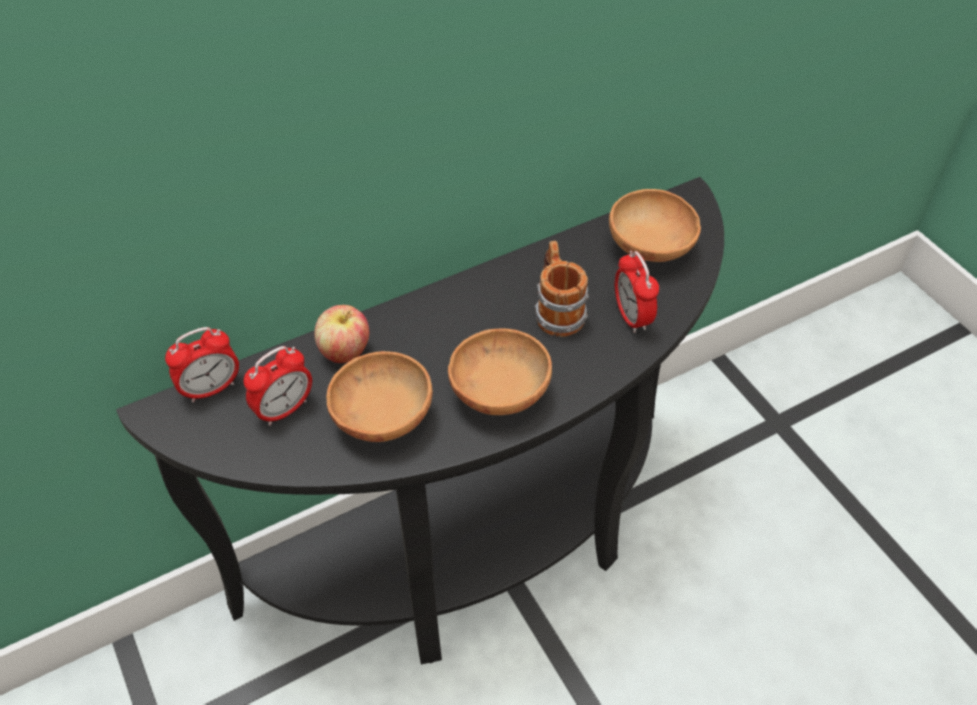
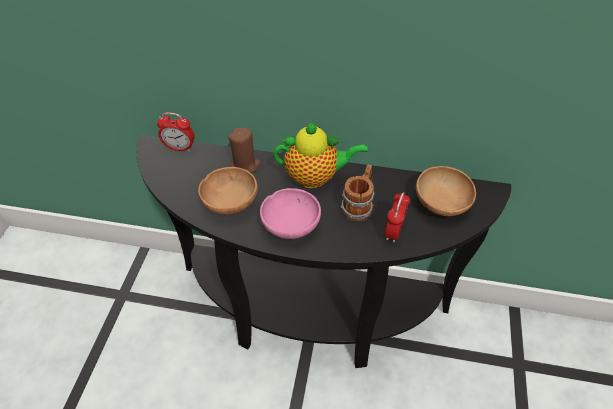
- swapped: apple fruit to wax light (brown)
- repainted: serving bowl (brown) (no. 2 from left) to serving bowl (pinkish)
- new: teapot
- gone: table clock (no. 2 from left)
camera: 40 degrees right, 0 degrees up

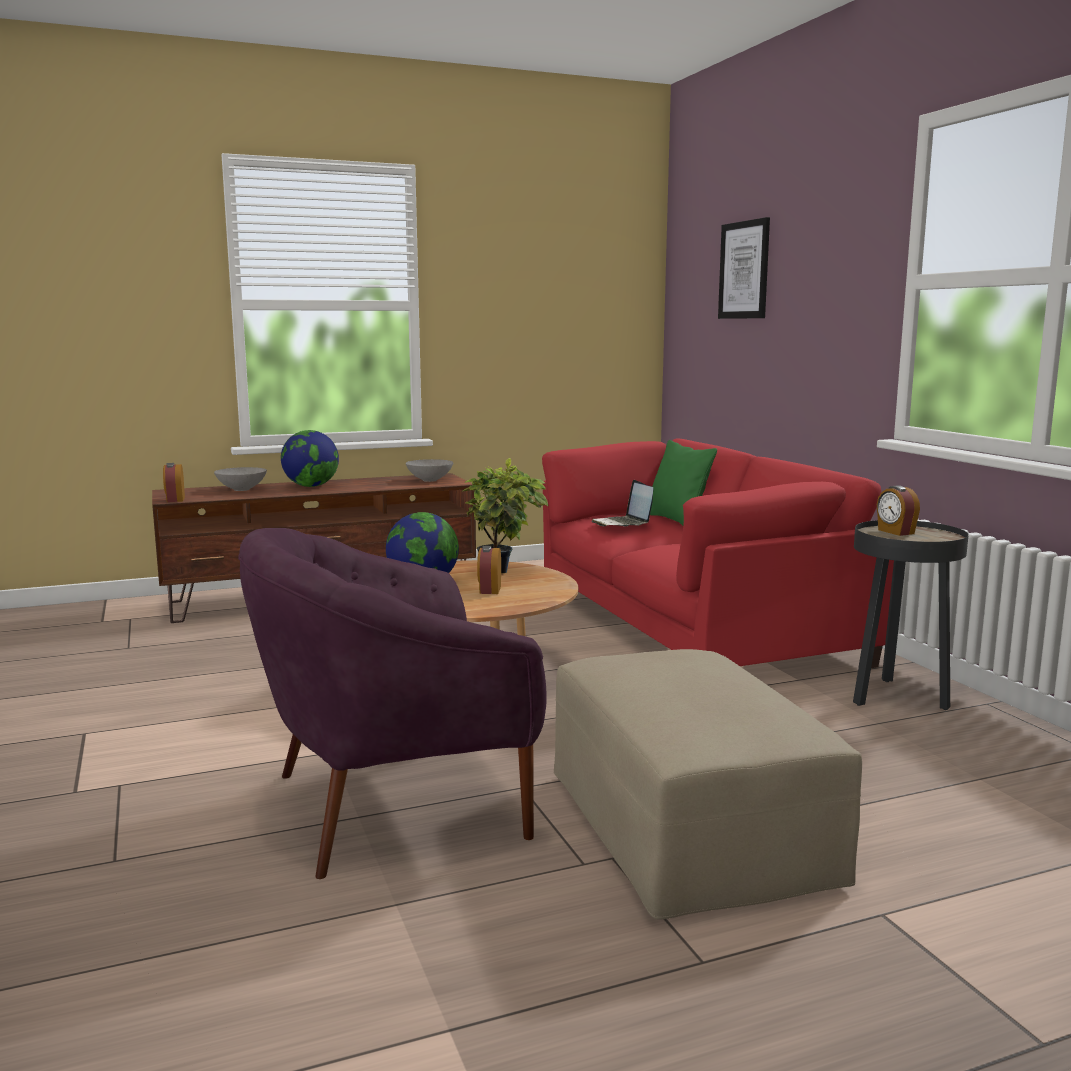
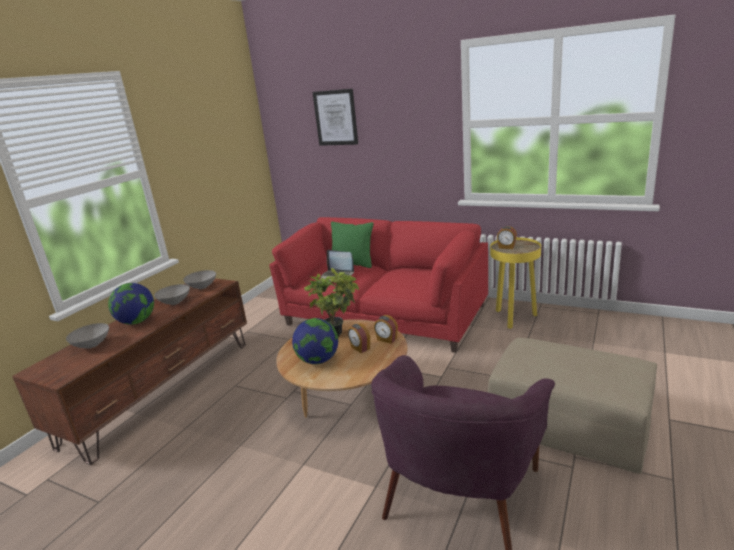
- new: serving bowl (gray) (no. 2 from left)
- shifted: table clock (no. 1 from left in the first image) to table clock (no. 2 from left)
- repainted: accent table (black-coloured) to accent table (yellow-coloured)
camera: 40 degrees left, 10 degrees up

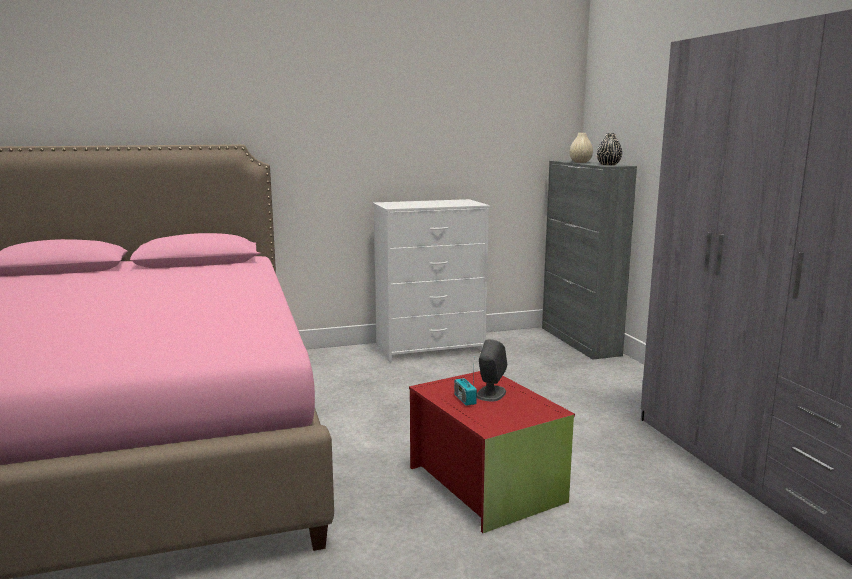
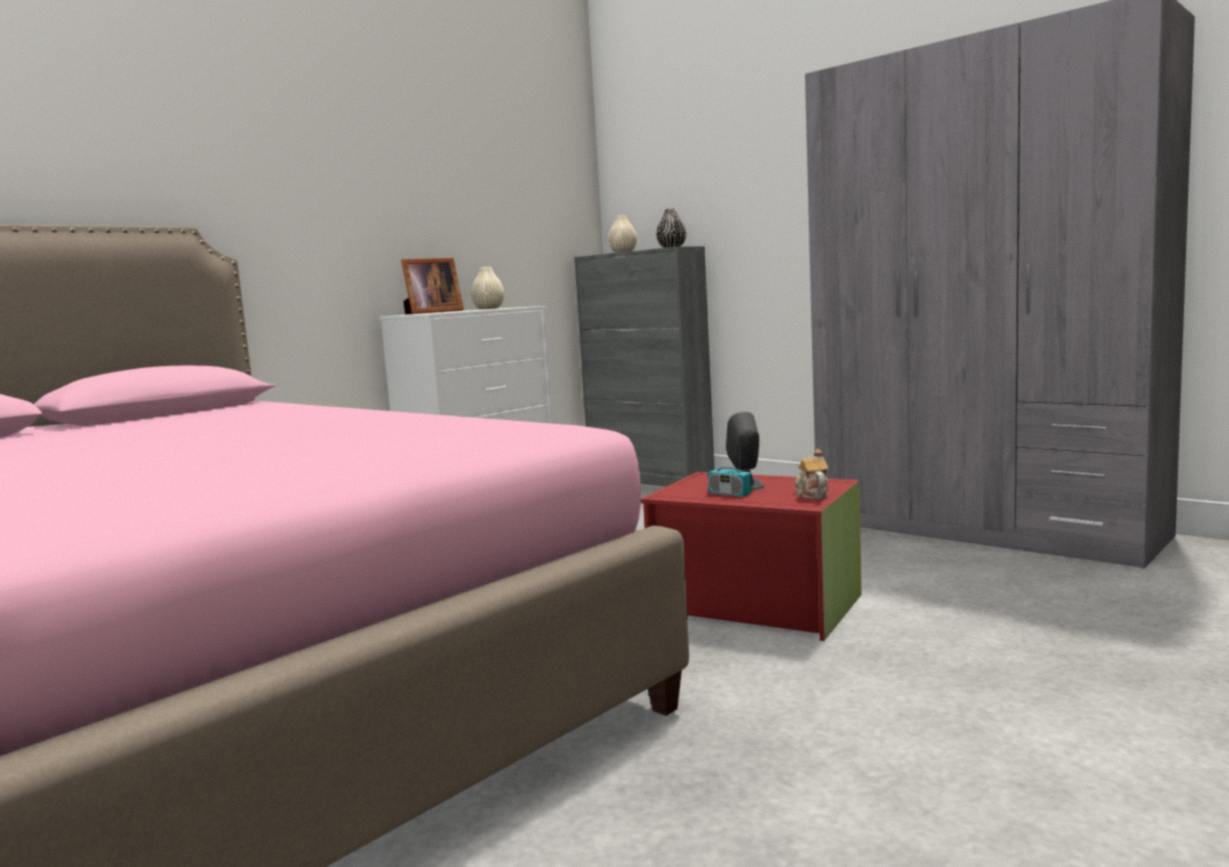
- new: photo frame
- new: flower vase (beige-coloured) (no. 1 from left)
- new: teapot
camera: 30 degrees left, 5 degrees down

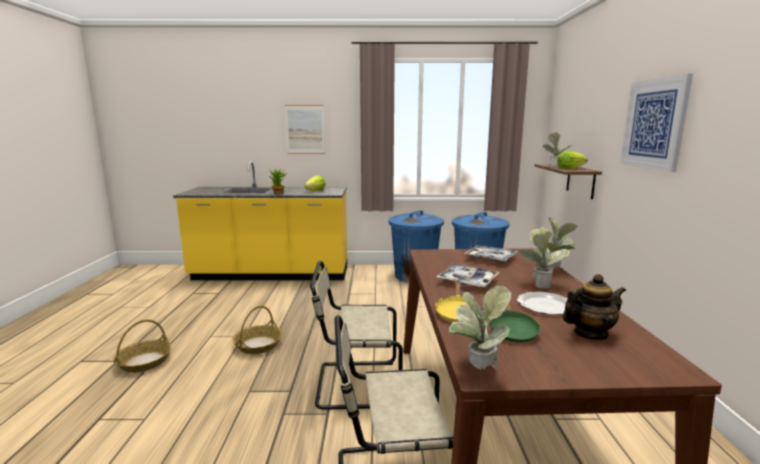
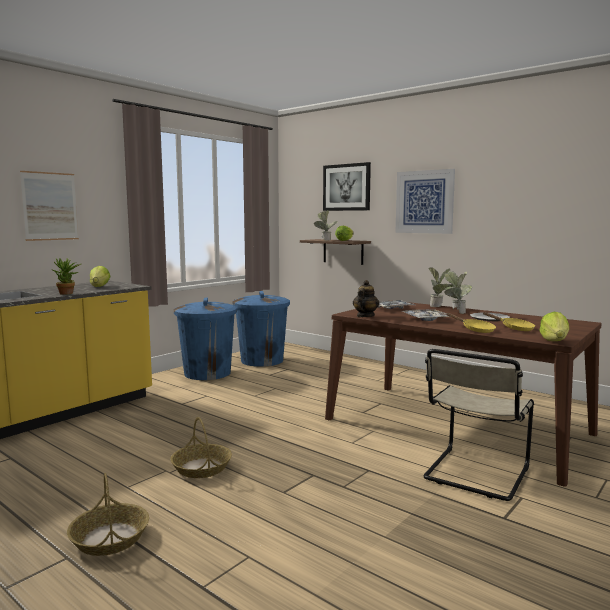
- new: wall picture (no. 2 from left)
- shifted: teapot
- repainted: frying pan (green-coloured) to frying pan (yellow-coloured) (no. 2 from left)
- swapped: houseplant (no. 2 from left) to lettuce head (no. 3 from left)
- gone: chair (beige-coloured) (no. 1 from left)
camera: 50 degrees left, 5 degrees down

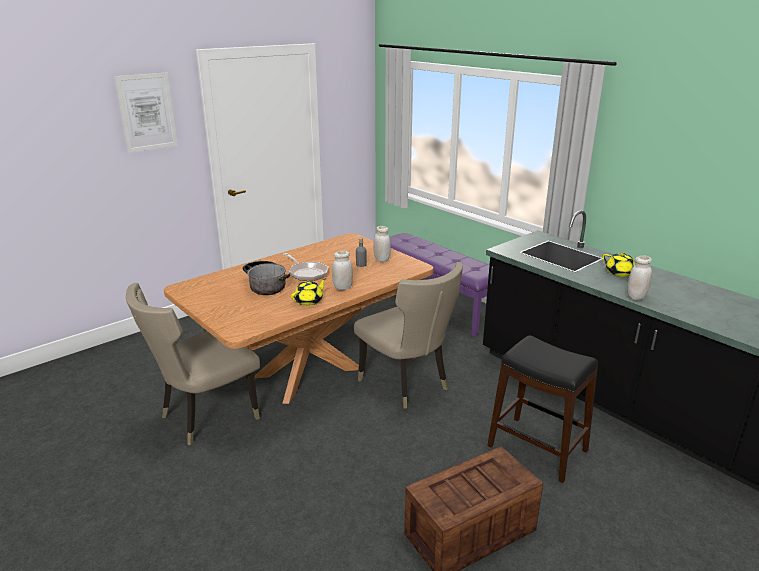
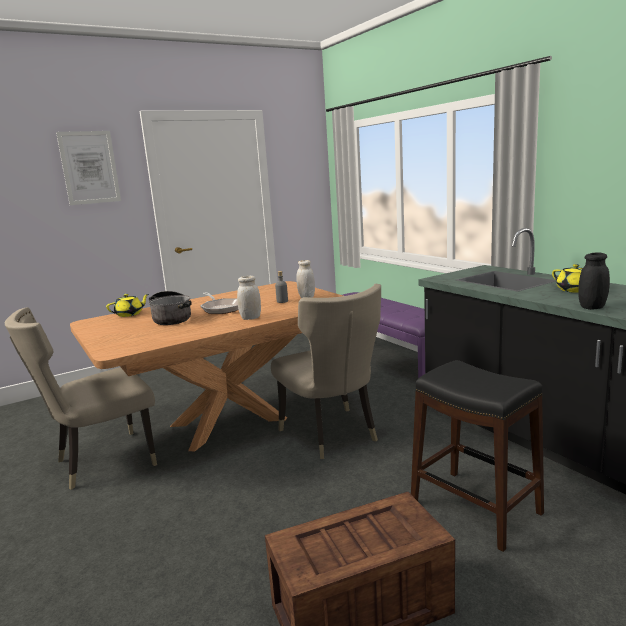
- shifted: teapot (yellow-coloured) (no. 1 from left)
- repainted: storage jar (white) (no. 3 from left) to storage jar (black-coloured)
camera: 10 degrees right, 10 degrees down

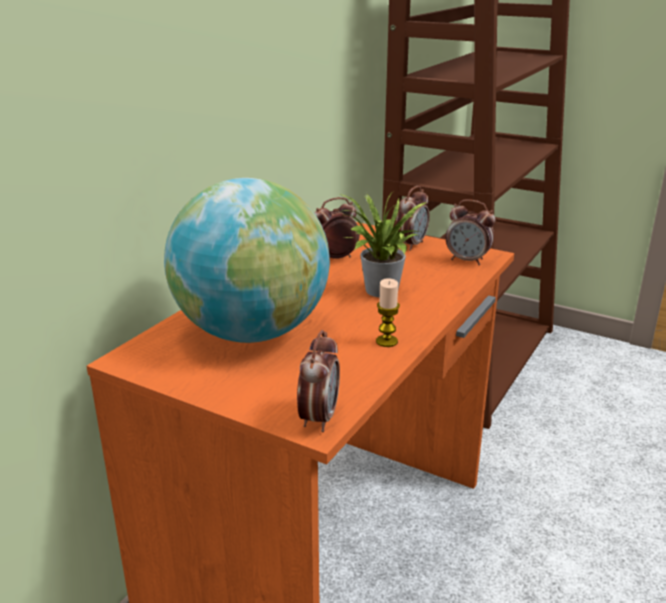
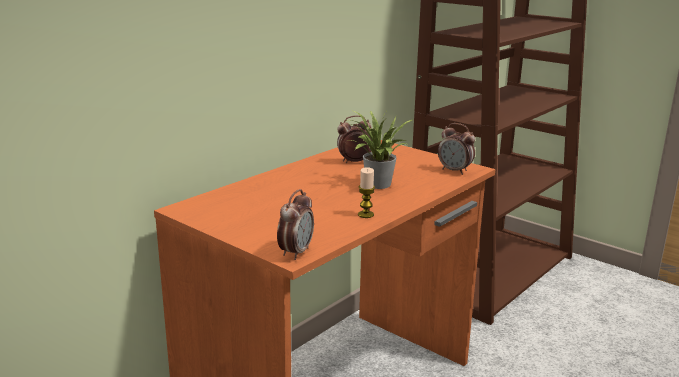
- gone: world globe
- gone: table clock (no. 3 from left)
camera: 10 degrees right, 5 degrees down

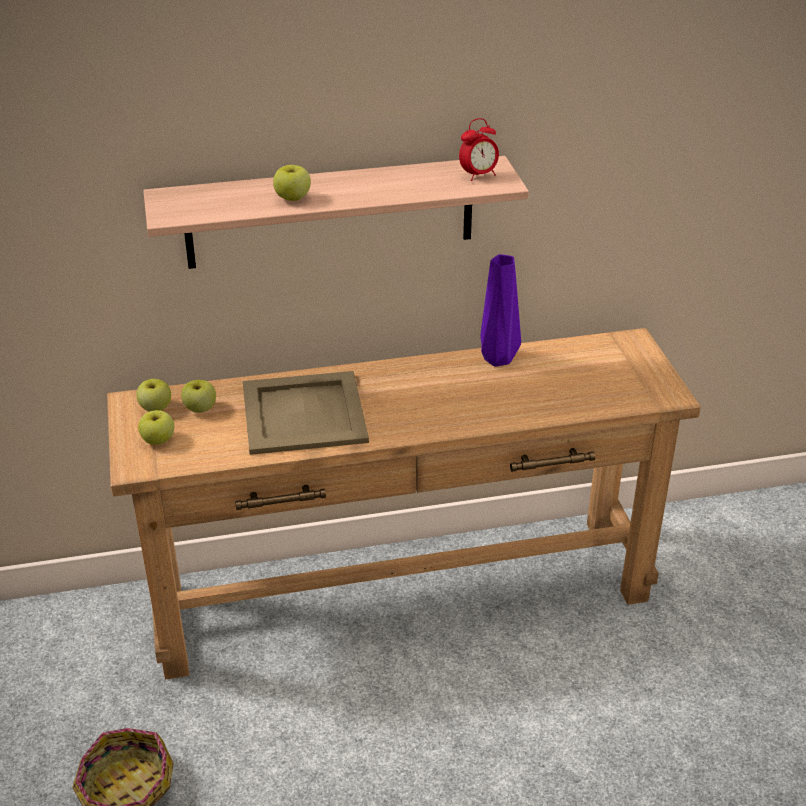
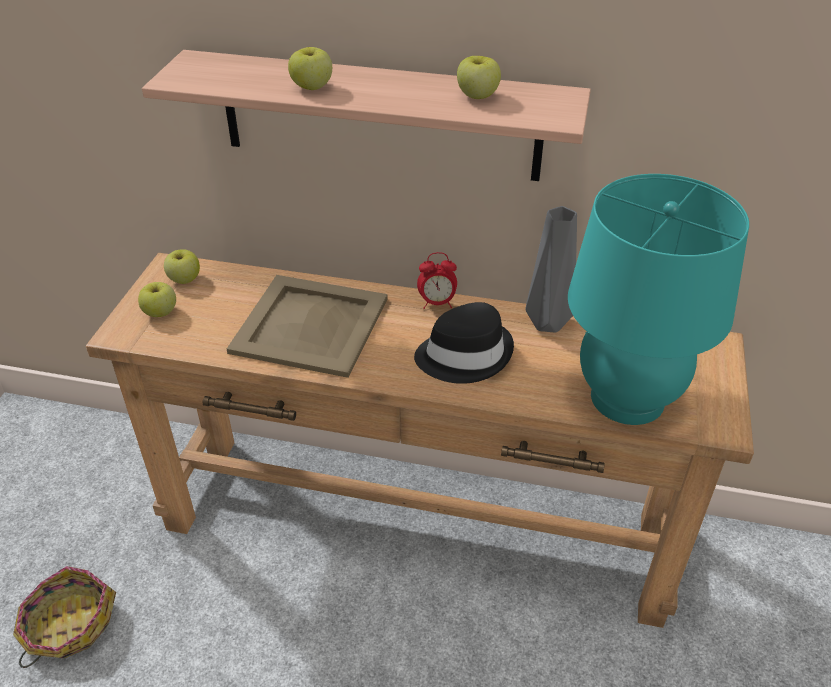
- new: hat (black-coloured)
- shifted: table clock
- shifted: apple fruit (no. 3 from left in the first image) to apple fruit (no. 4 from left)
- repainted: flower vase (purple-coloured) to flower vase (gray)
- new: lamp for a table (turquoise-coloured)
camera: 25 degrees right, 5 degrees up

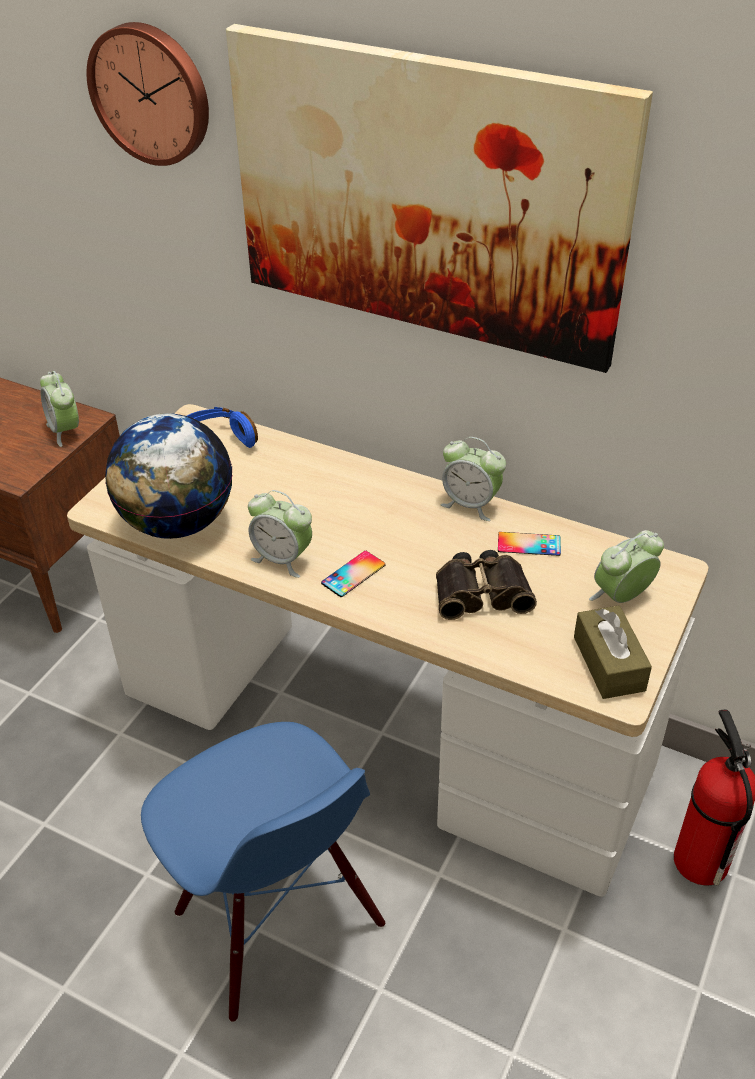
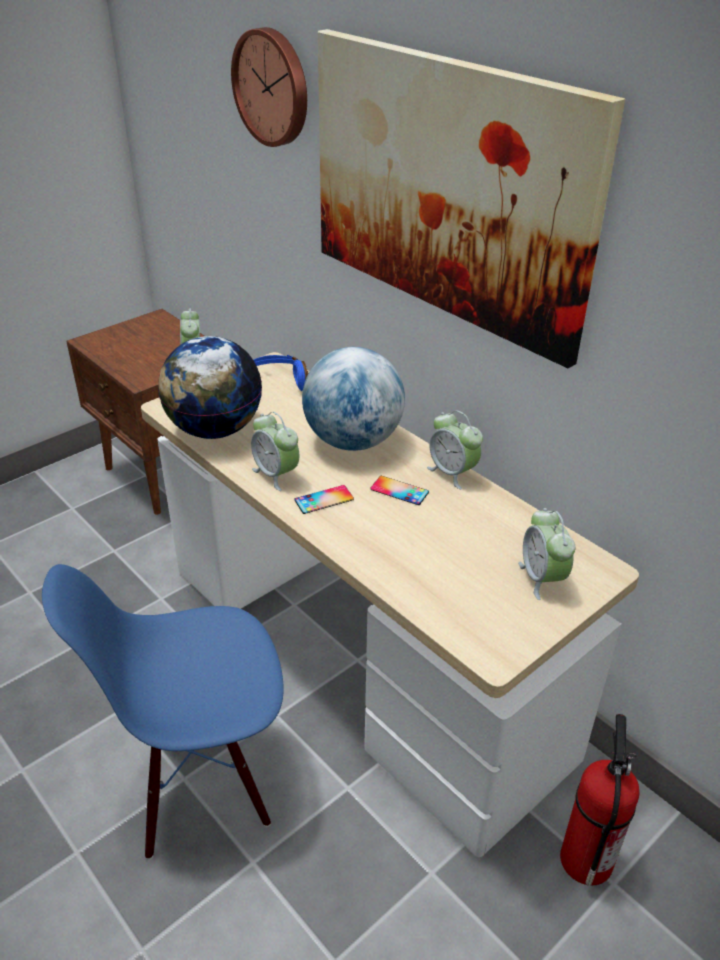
- rotated: chair (bluish) 90 degrees clockwise
- new: world globe (no. 2 from left)
- shifted: phone (no. 2 from left)
- rotated: table clock (no. 4 from left) 90 degrees counterclockwise
- gone: pair of binoculars
- gone: tissue box (brown)
camera: 20 degrees right, 5 degrees down

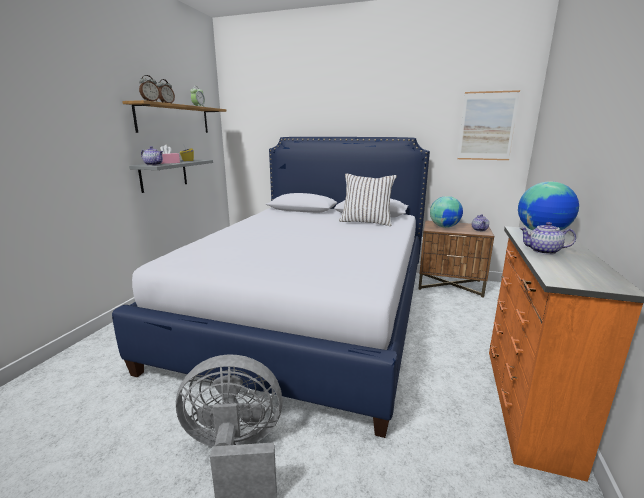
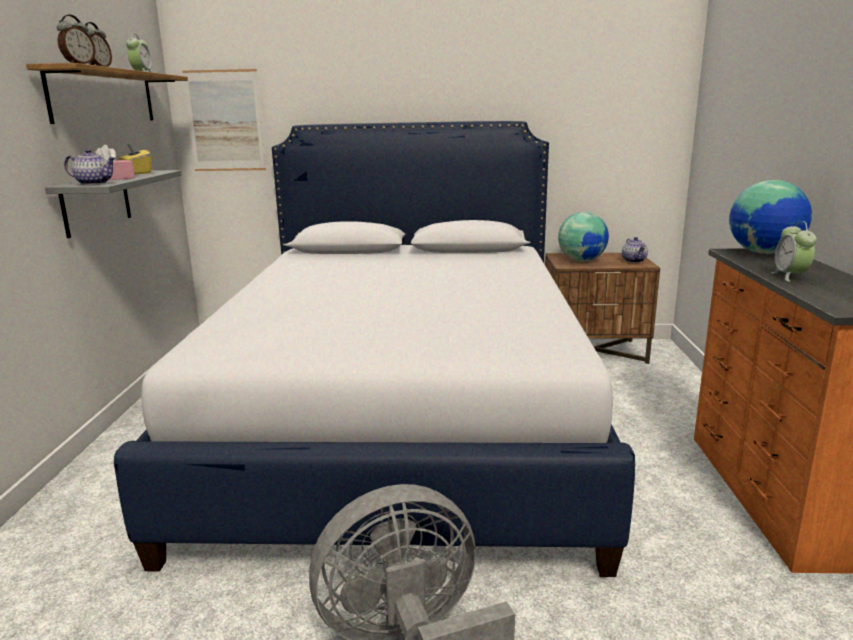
- shifted: wall picture
- swapped: teapot (no. 3 from left) to table clock (no. 4 from left)
- gone: cushion (white)
camera: 15 degrees left, 0 degrees up

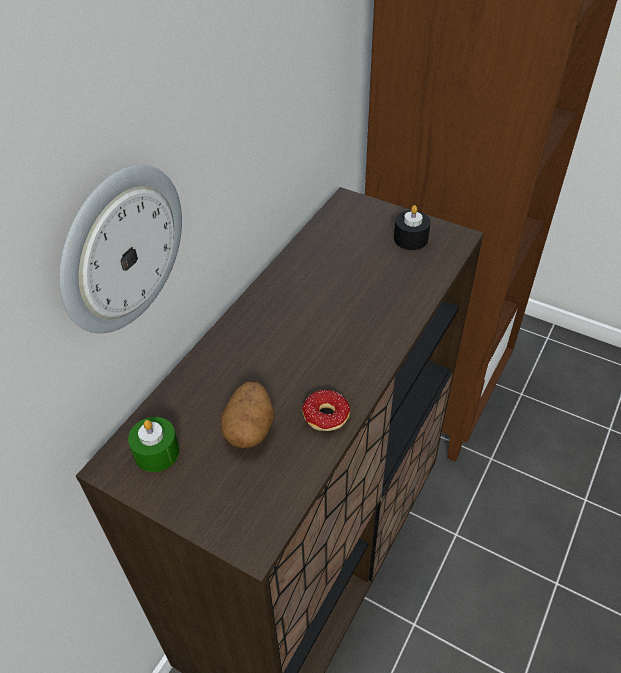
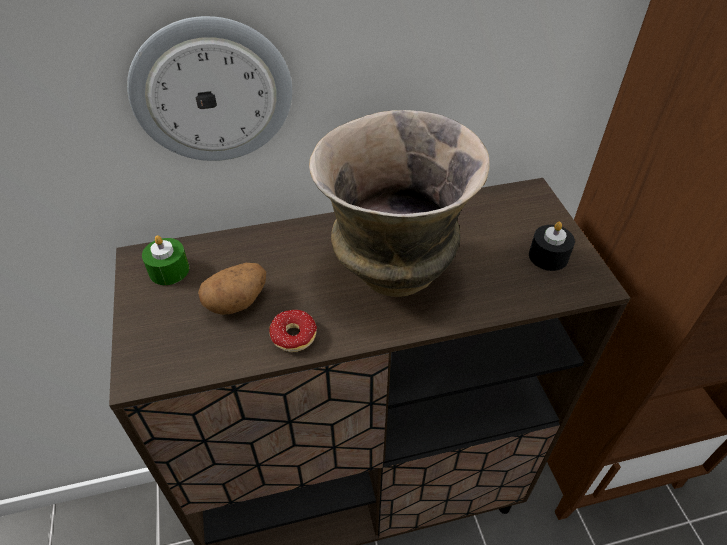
- new: flower vase
camera: 45 degrees right, 0 degrees up

